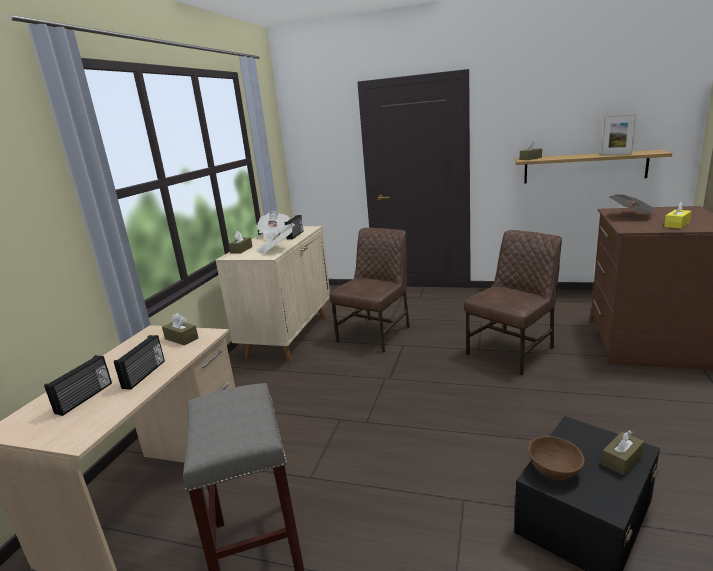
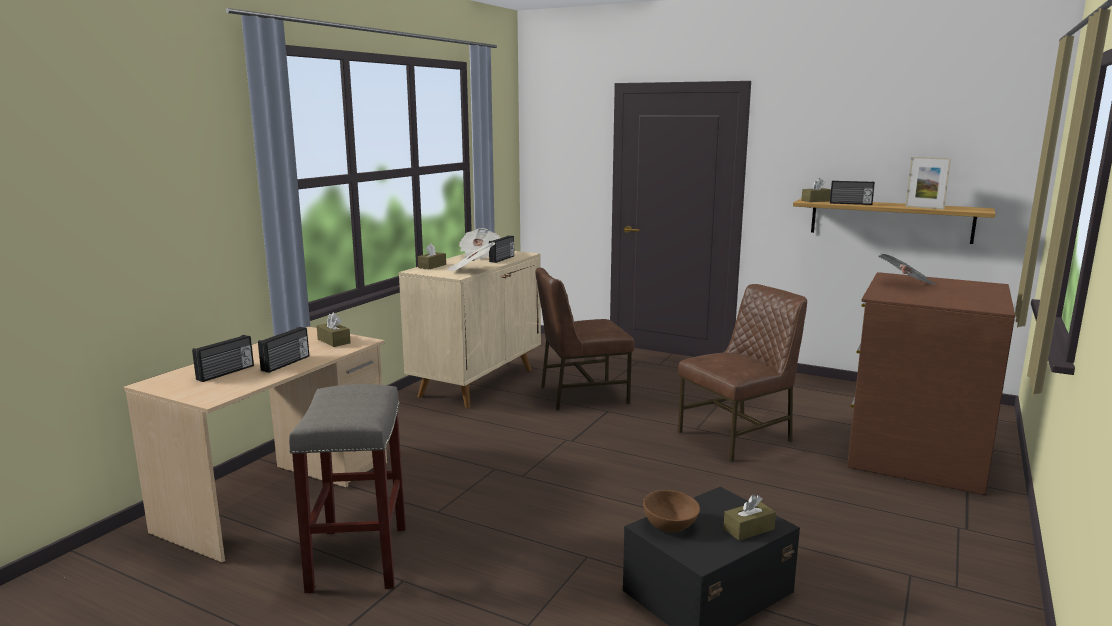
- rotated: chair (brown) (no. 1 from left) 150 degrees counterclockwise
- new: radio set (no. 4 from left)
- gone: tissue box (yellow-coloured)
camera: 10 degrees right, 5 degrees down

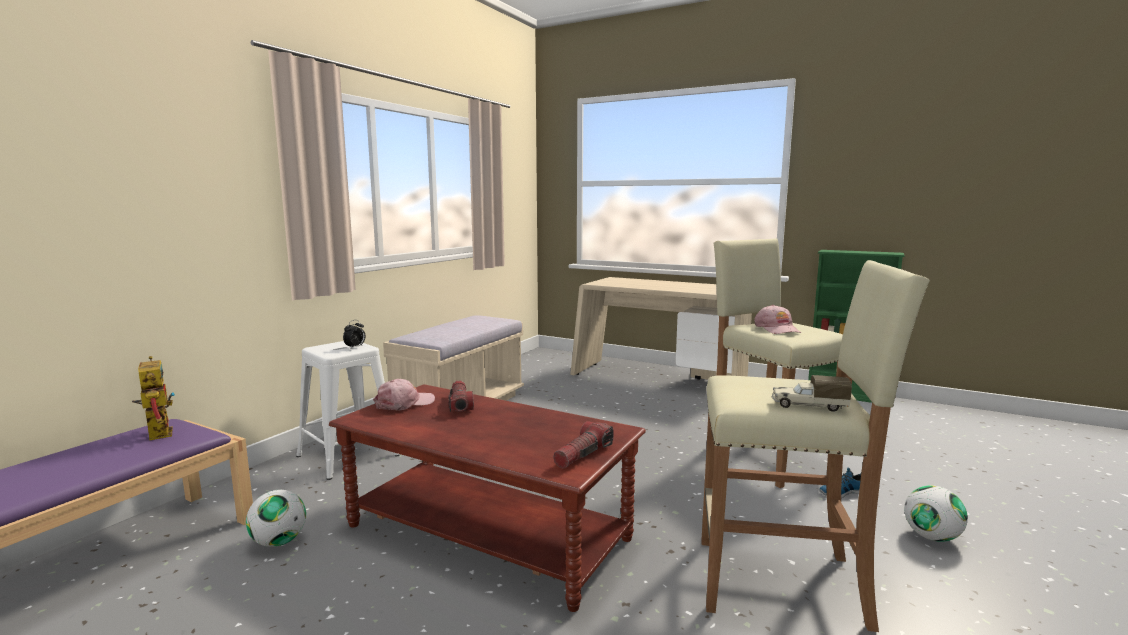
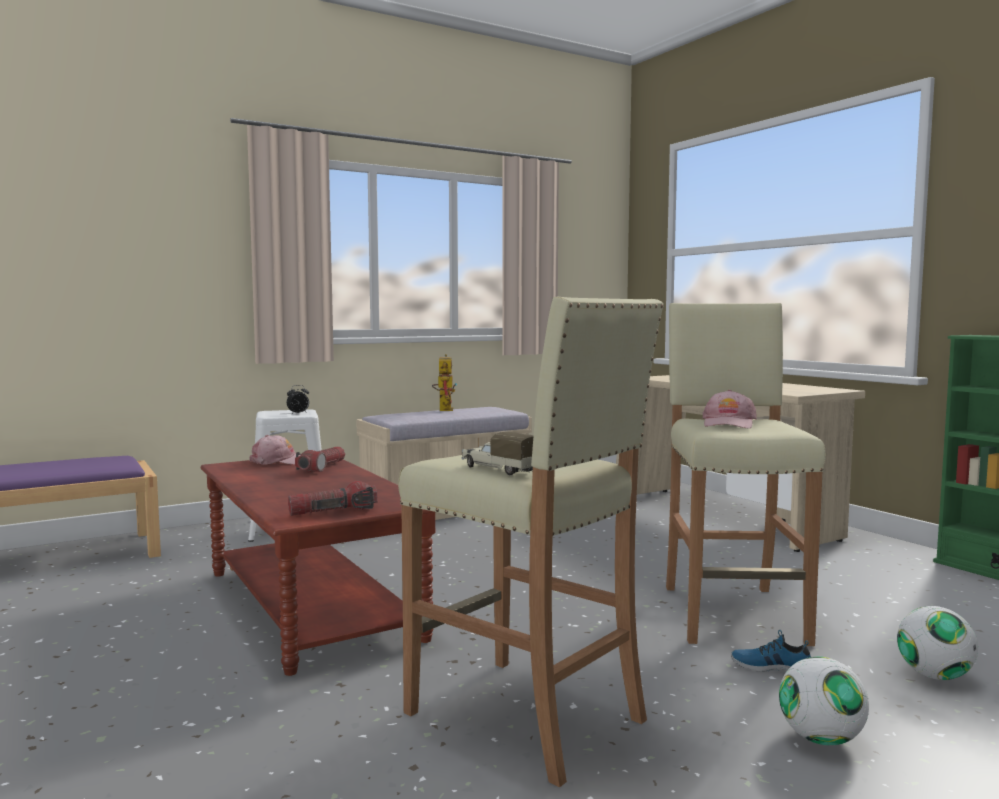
- shifted: model robot
- shifted: ball for football (no. 1 from left in the first image) to ball for football (no. 2 from left)
camera: 30 degrees right, 5 degrees down

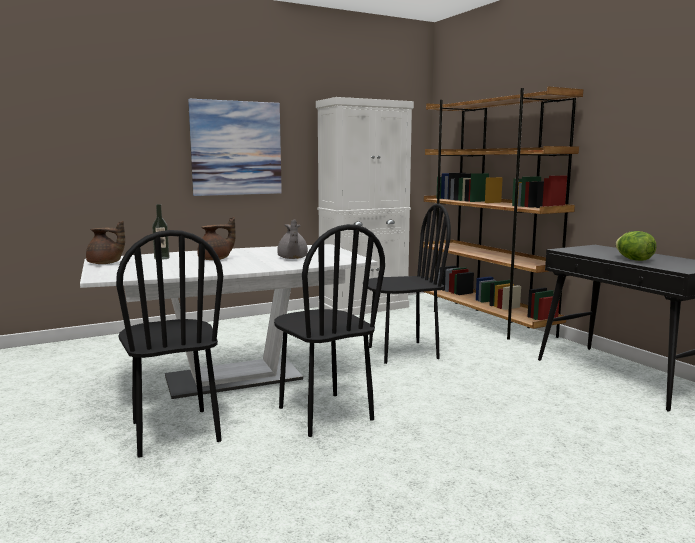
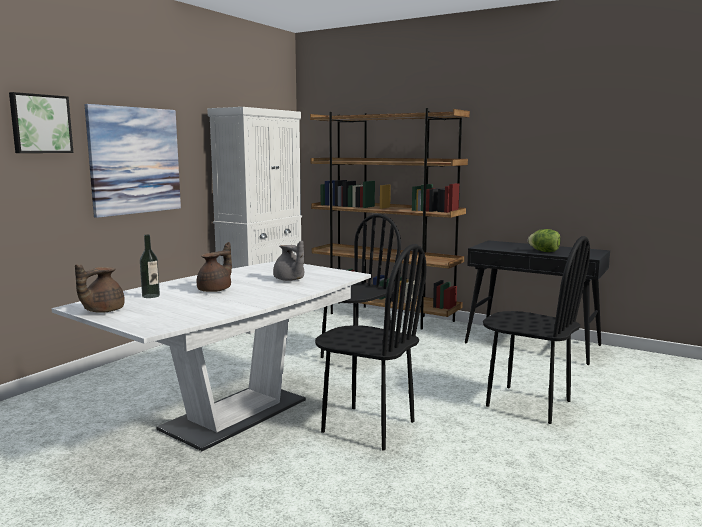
- new: wall picture (no. 1 from left)
- rotated: teapot (brown) (no. 1 from left) 135 degrees clockwise
- shifted: chair (black-coloured) (no. 1 from left in the first image) to chair (black-coloured) (no. 3 from left)
camera: 30 degrees left, 0 degrees up

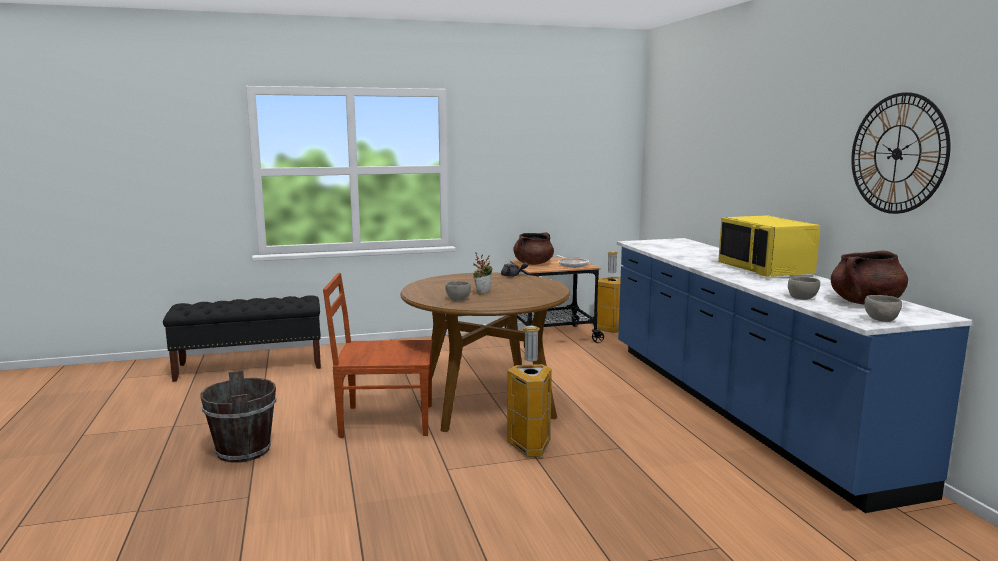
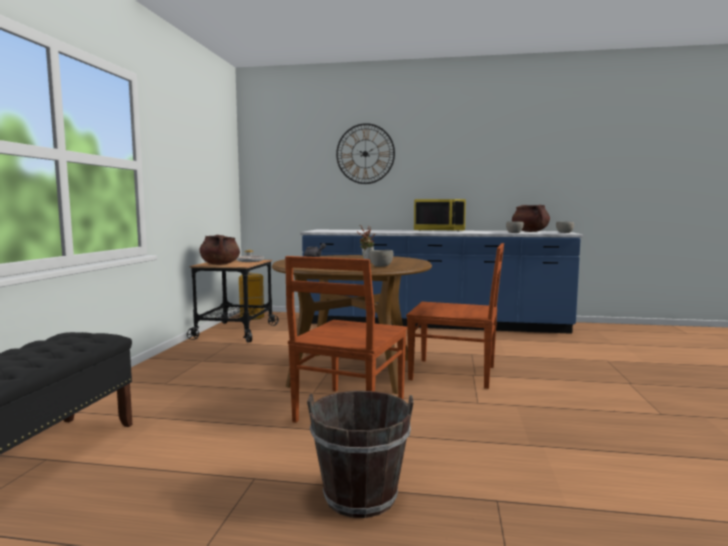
- shifted: clock on the wall
- swapped: waste bin (no. 1 from left) to chair (brown) (no. 2 from left)
camera: 65 degrees left, 5 degrees down

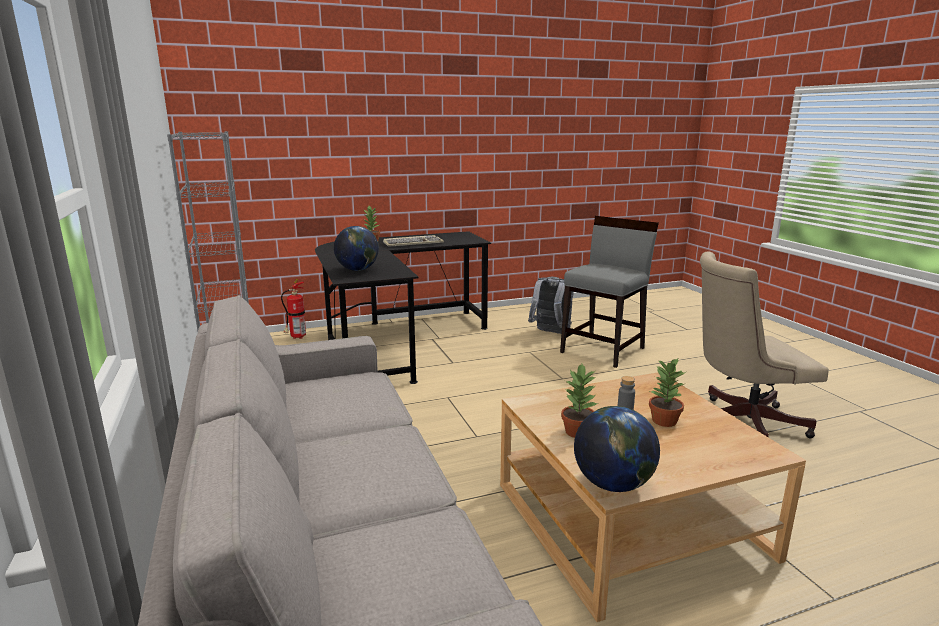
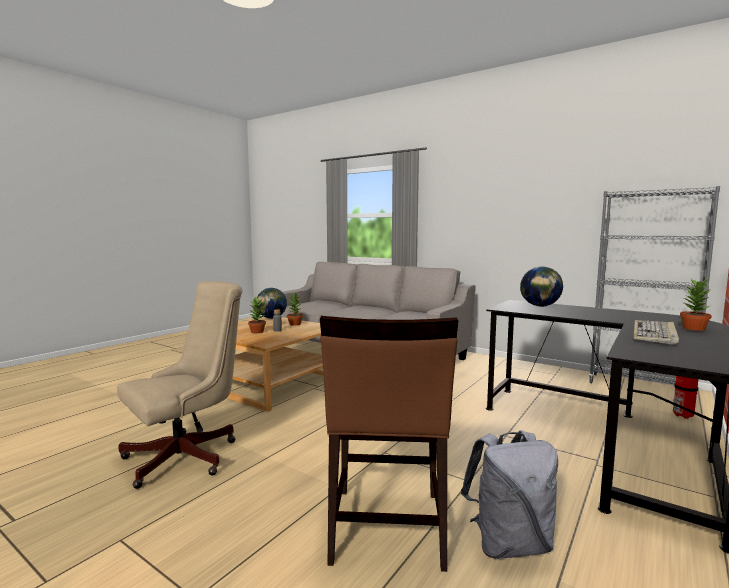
- repainted: chair (gray) to chair (brown)
camera: 145 degrees right, 10 degrees down

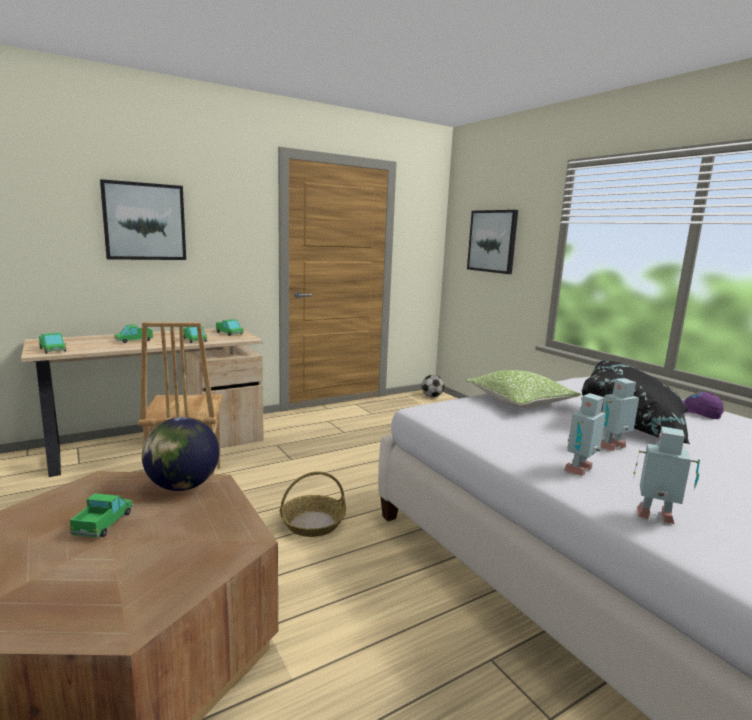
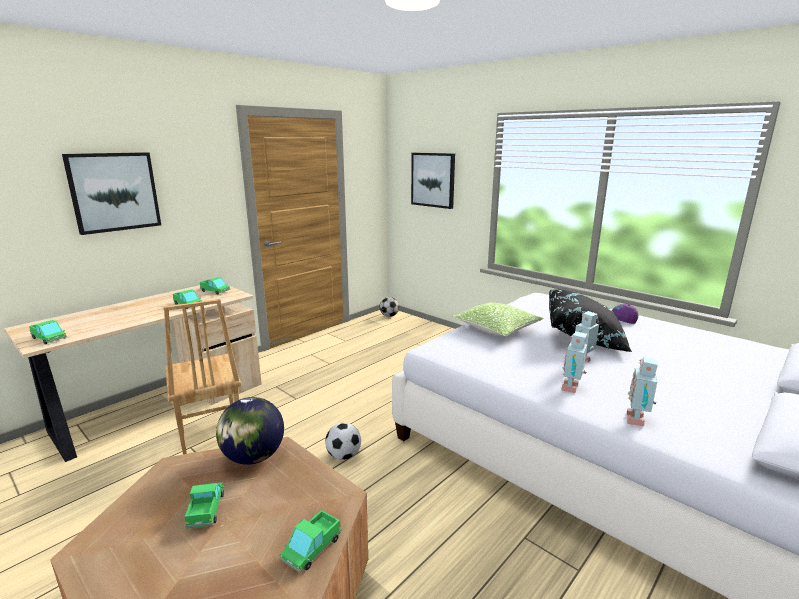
- shifted: model truck (no. 3 from left in the first image) to model truck (no. 5 from left)
- swapped: household basket to ball for football (no. 1 from left)
- rotated: model robot (no. 3 from left) 75 degrees counterclockwise
camera: 15 degrees left, 5 degrees up

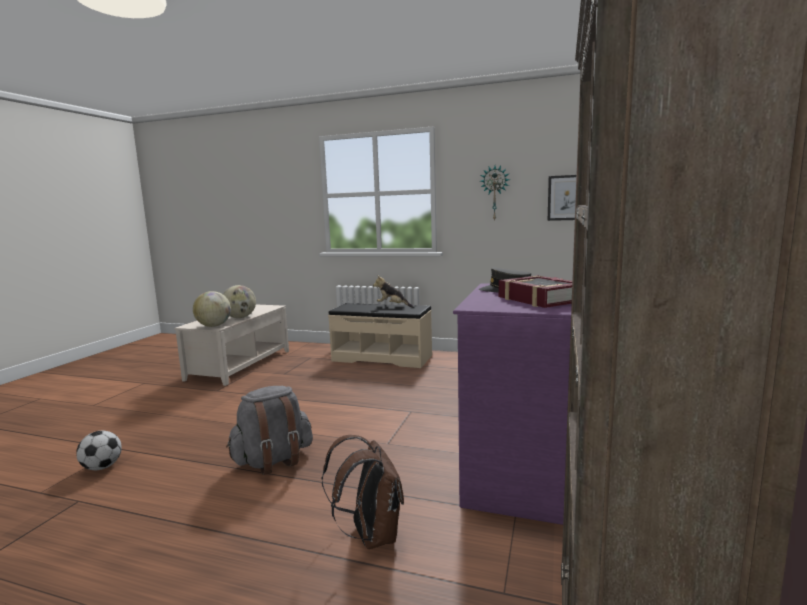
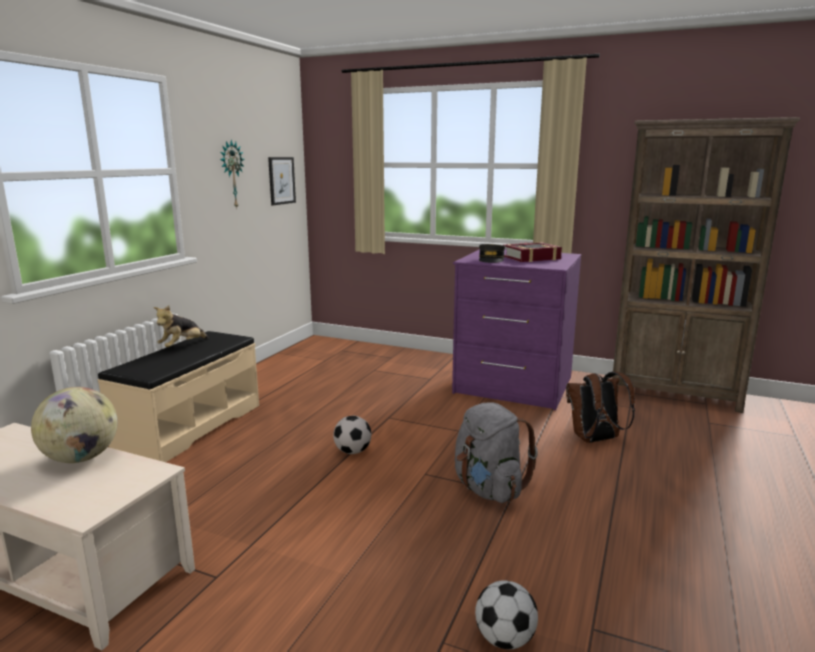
- new: ball for football (no. 1 from left)
- gone: world globe (no. 1 from left)
camera: 85 degrees left, 5 degrees up

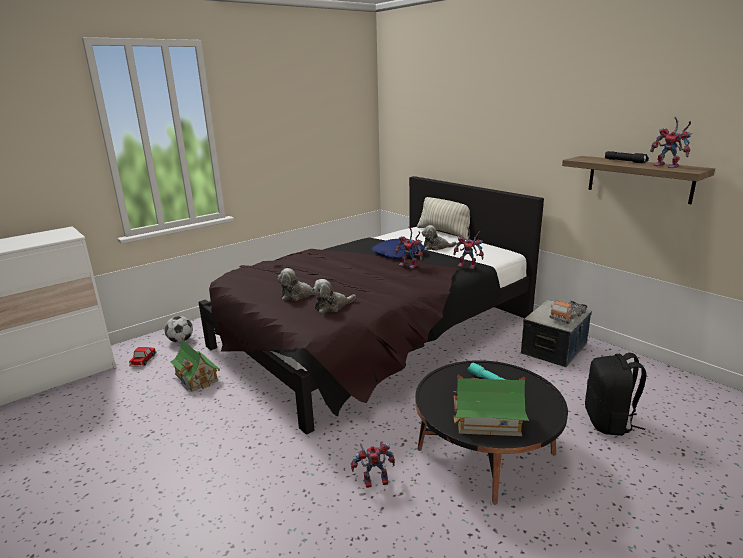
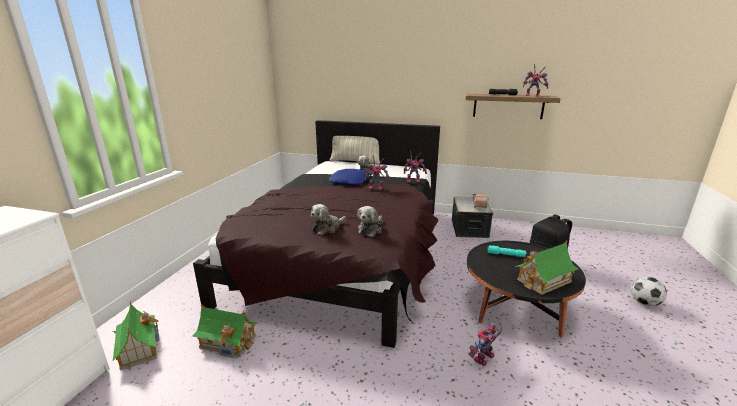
- swapped: model car to miniature house (no. 1 from left)
- shifted: ball for football
camera: 35 degrees left, 0 degrees up

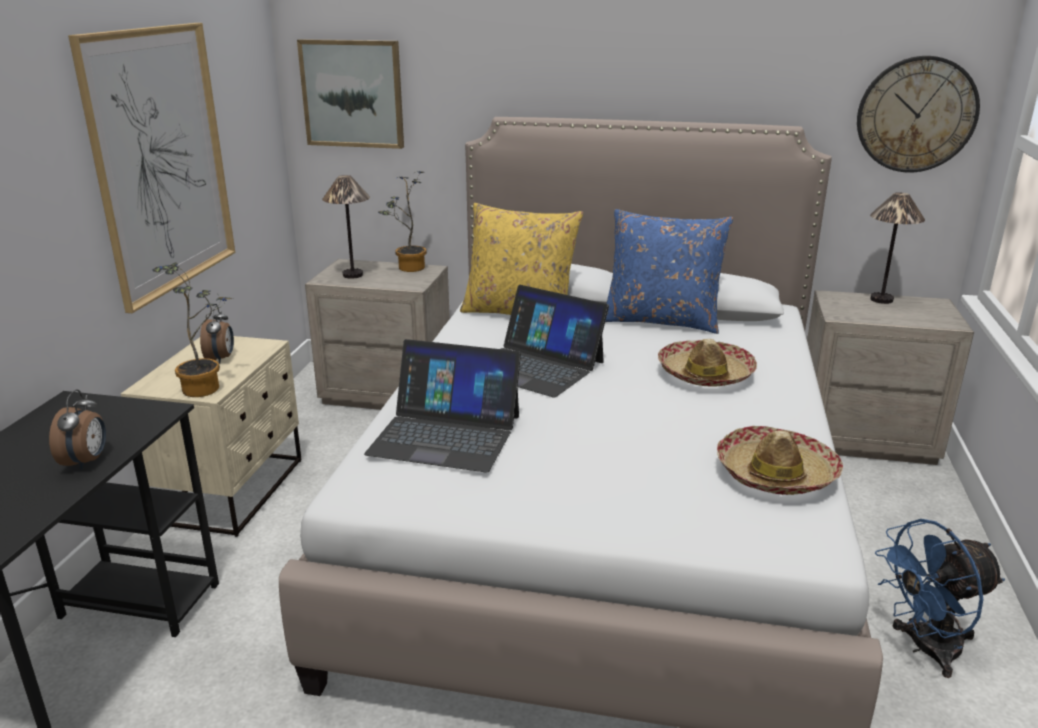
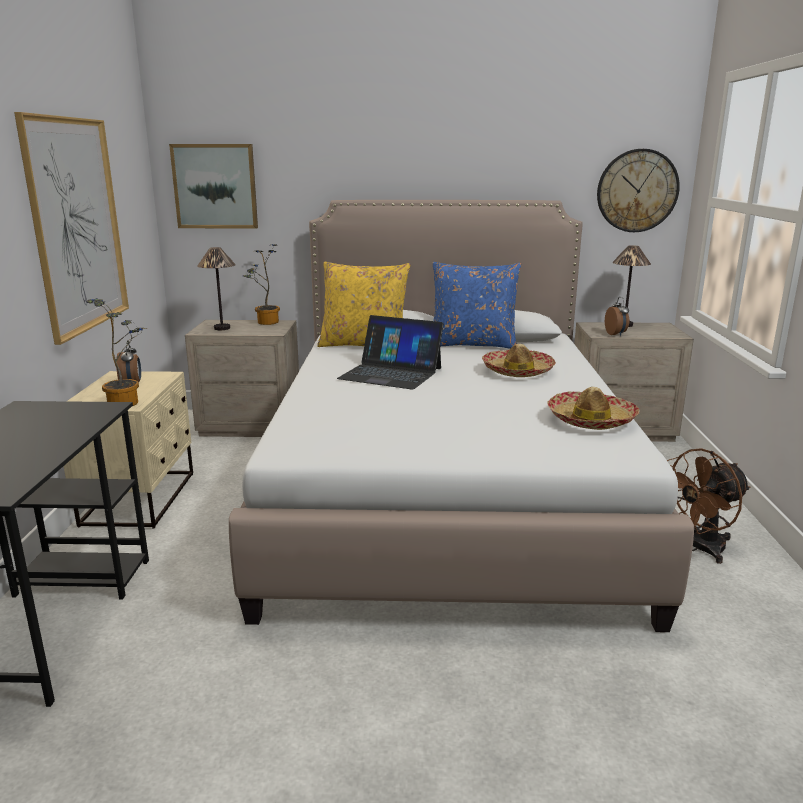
- shifted: table clock (no. 1 from left in the first image) to table clock (no. 2 from left)
- repainted: fan (bluish) to fan (brown)
- gone: laptop (no. 1 from left)
camera: 10 degrees left, 5 degrees down

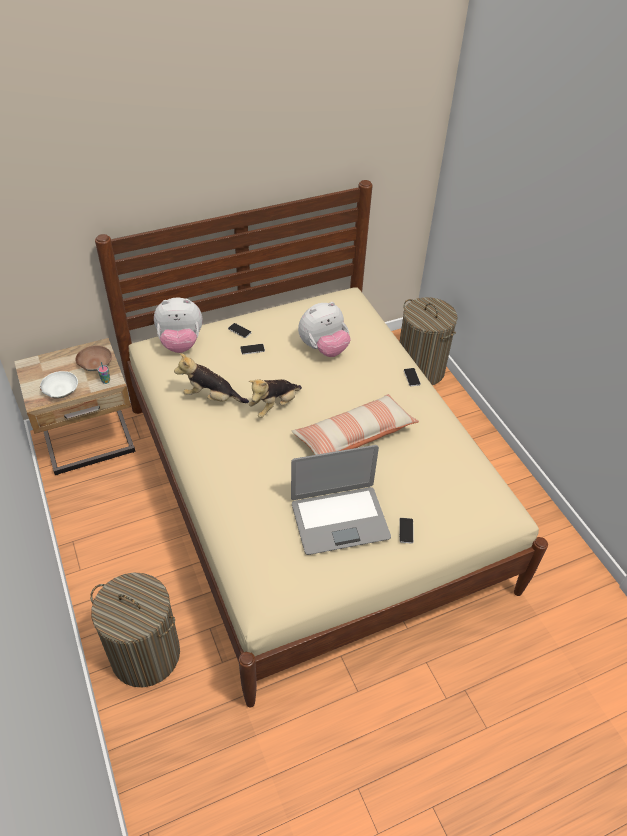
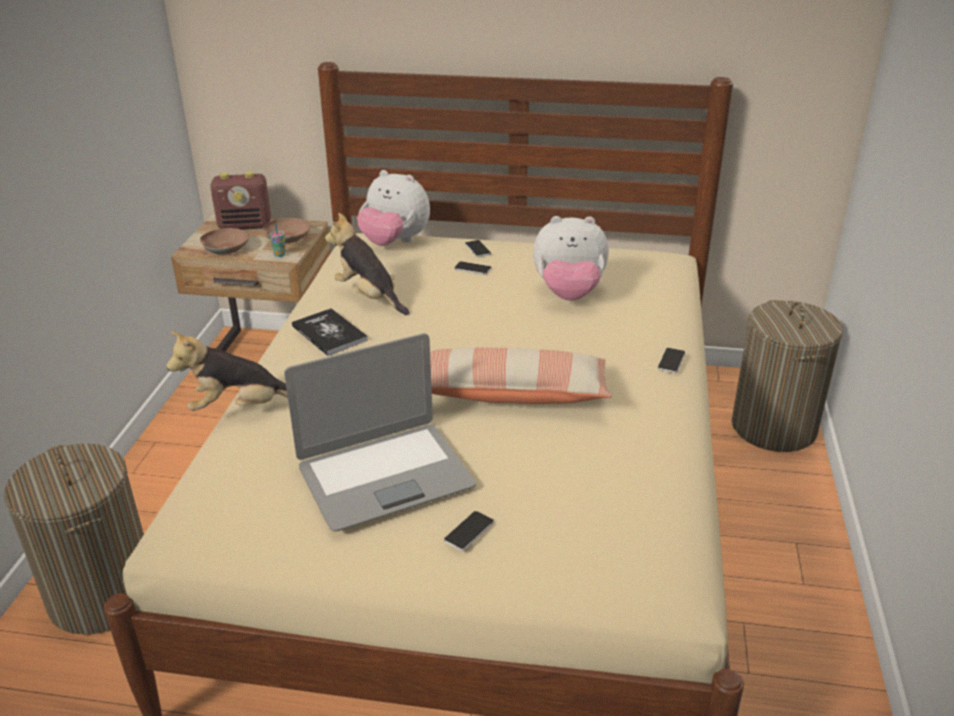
- shifted: soft toy (no. 3 from left in the first image) to soft toy (no. 1 from left)
- repainted: serving bowl (white) to serving bowl (brown) (no. 1 from left)
- new: radio set
- rotated: laptop 45 degrees counterclockwise
- new: book
camera: 35 degrees right, 15 degrees down

